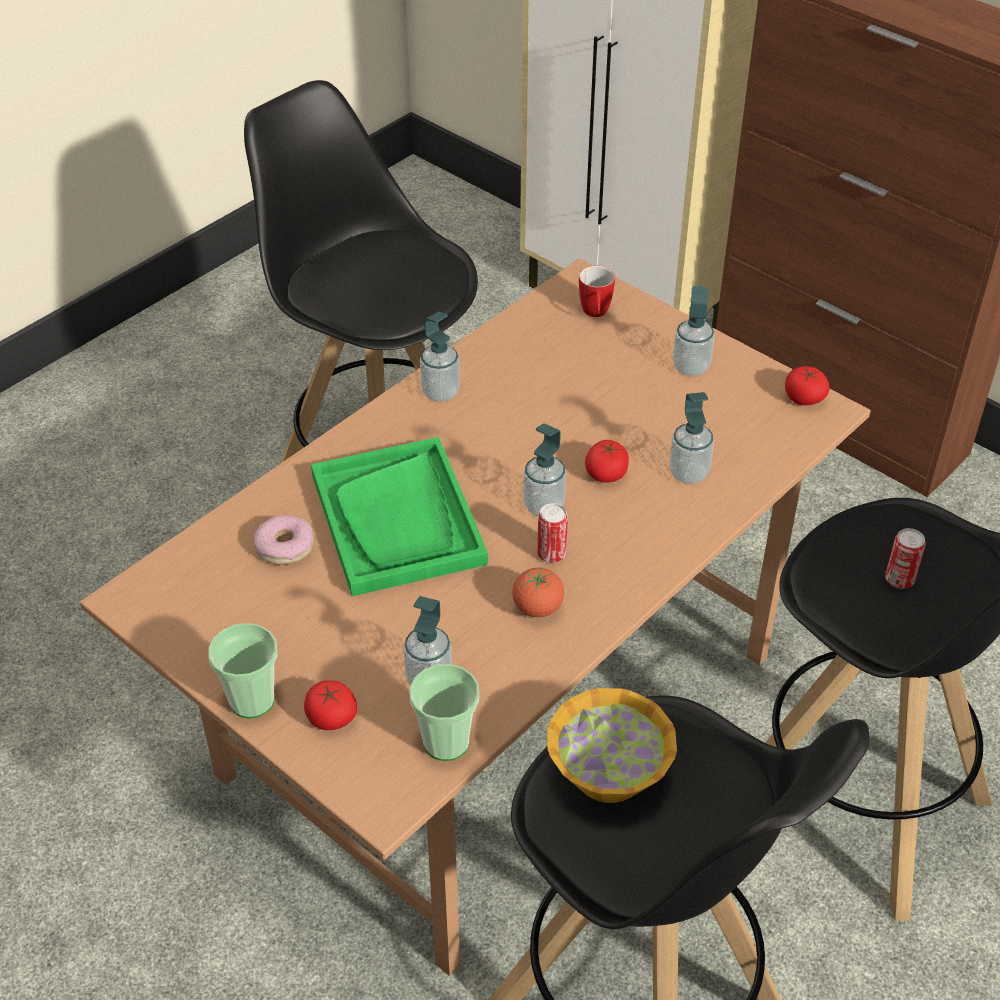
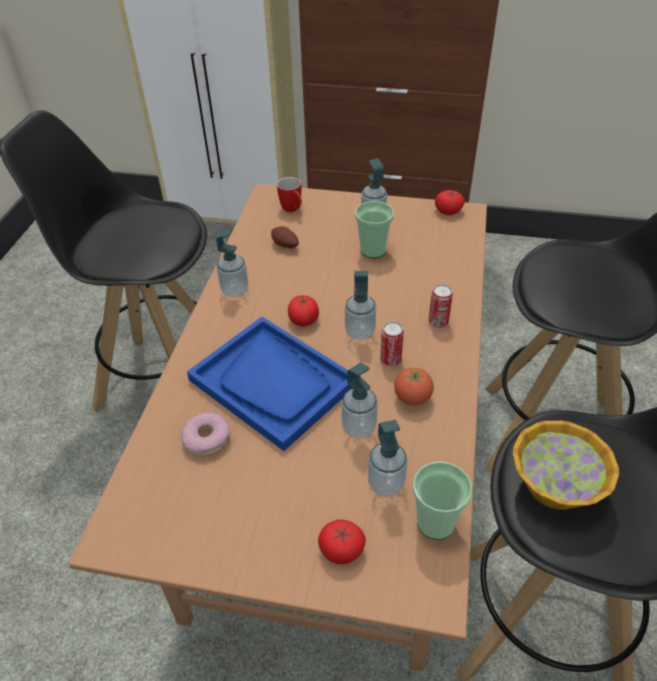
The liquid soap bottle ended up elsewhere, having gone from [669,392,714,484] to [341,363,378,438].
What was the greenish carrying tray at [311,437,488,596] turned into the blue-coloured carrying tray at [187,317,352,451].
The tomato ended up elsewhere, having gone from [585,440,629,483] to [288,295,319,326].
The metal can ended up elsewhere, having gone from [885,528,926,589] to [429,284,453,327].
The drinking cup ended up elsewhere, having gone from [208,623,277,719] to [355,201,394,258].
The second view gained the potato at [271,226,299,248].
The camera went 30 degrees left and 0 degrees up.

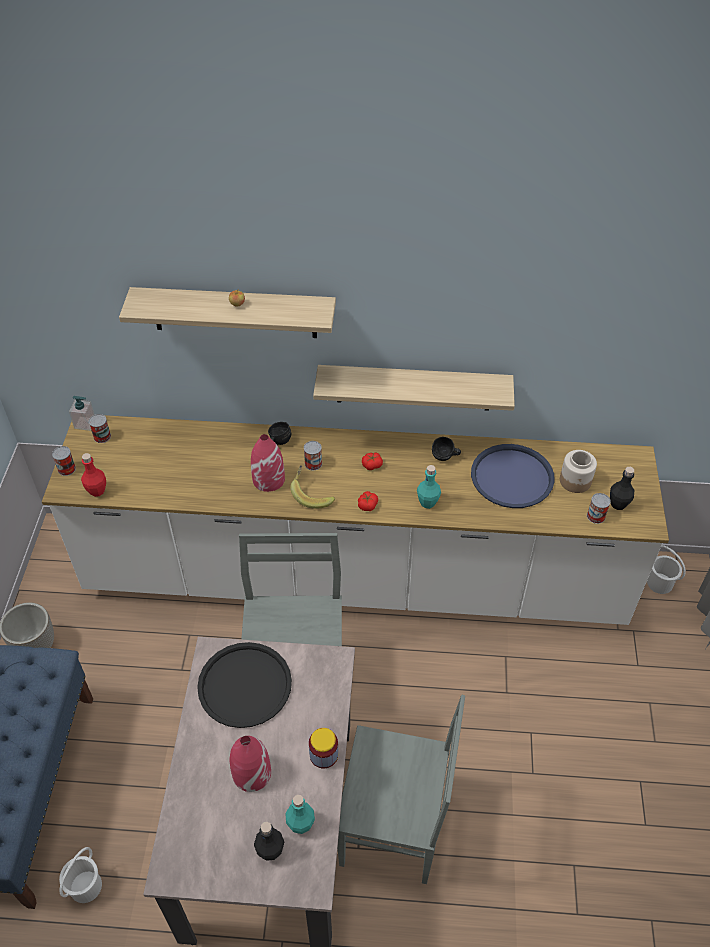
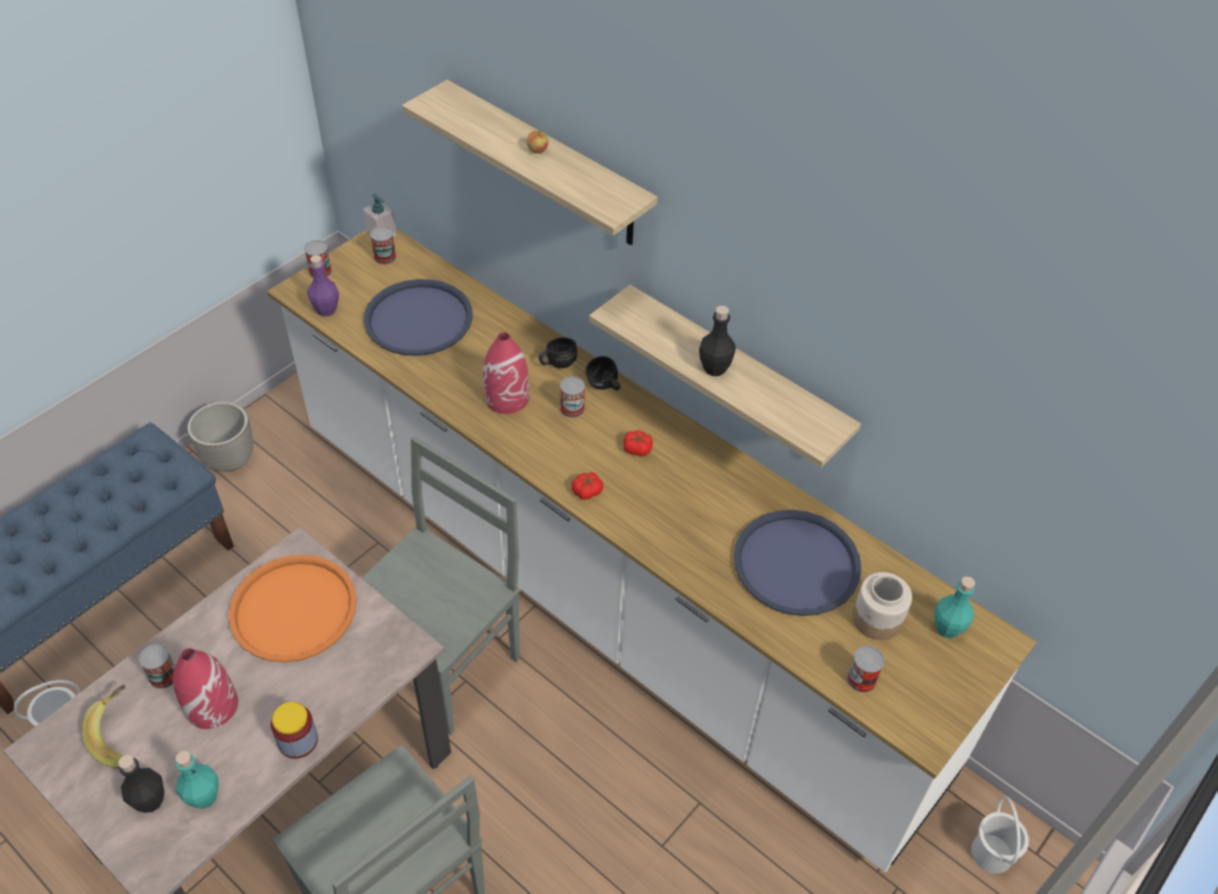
The blackish mug ended up elsewhere, having gone from [432,437,461,461] to [585,356,620,391].
What was the reddish beverage bottle at [81,453,106,497] turned into the purple-coloured beverage bottle at [307,255,339,317].
The banana fruit ended up elsewhere, having gone from [290,465,335,509] to [82,685,126,769].
The blue-green beverage bottle ended up elsewhere, having gone from [417,465,441,509] to [934,576,975,638].
The blackish beverage bottle ended up elsewhere, having gone from [610,467,634,510] to [699,306,736,376].
What was the blackish carrying tray at [197,642,292,728] turned into the orange carrying tray at [228,555,357,662].
The second view gained the blue-coloured carrying tray at [364,279,473,356].
The second view gained the metal can at [139,644,175,689].
The camera went 35 degrees right and 0 degrees up.

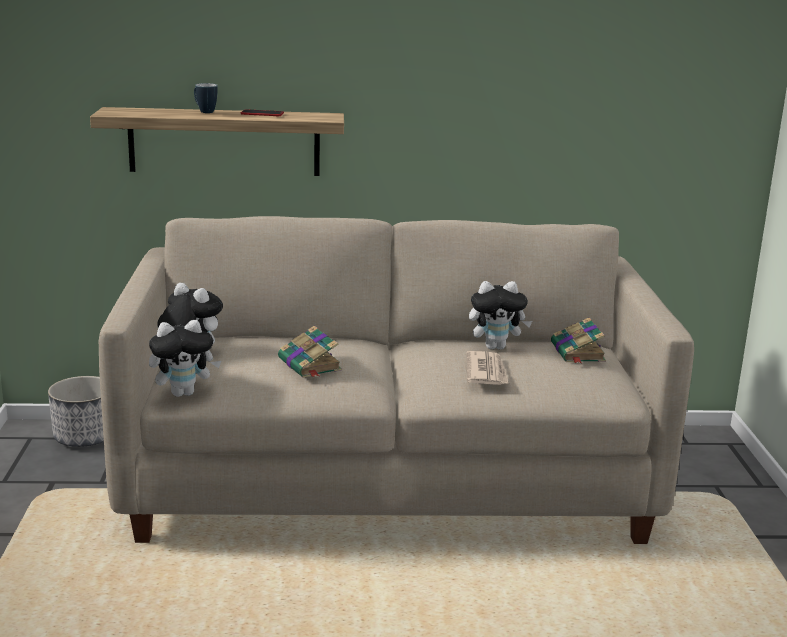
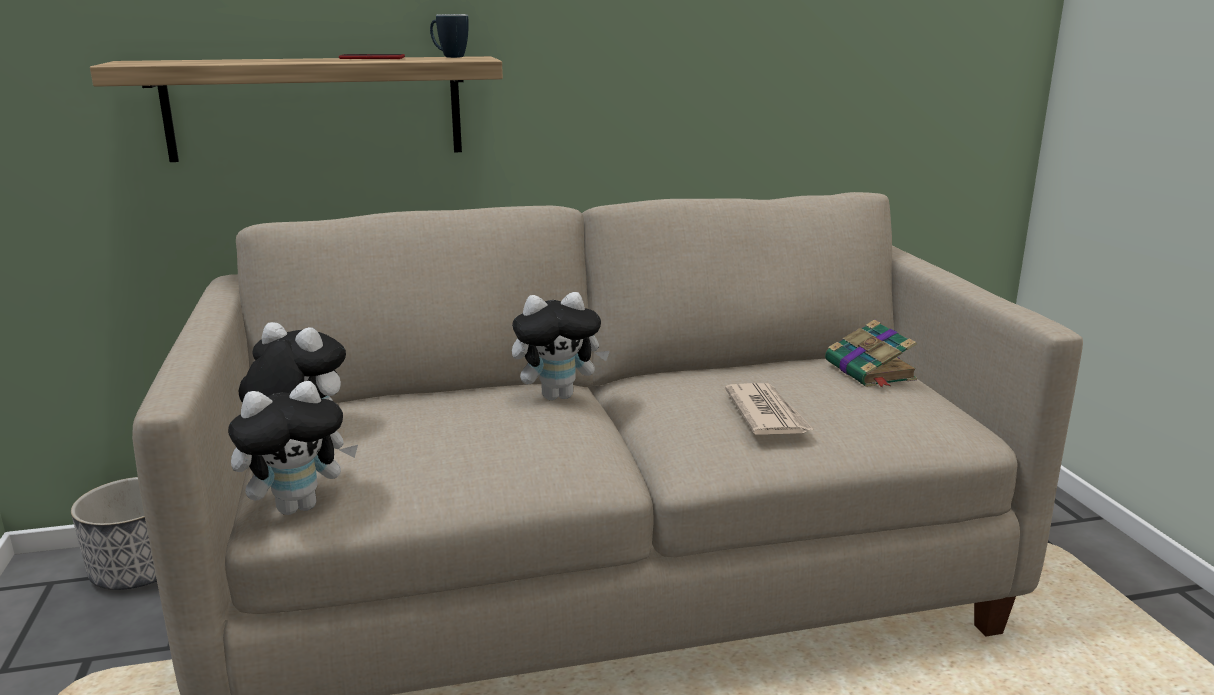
The mug ended up elsewhere, having gone from [194,83,218,113] to [430,14,469,58].
The soft toy ended up elsewhere, having gone from [469,281,532,350] to [512,292,610,400].
The second view lost the volume at [278,326,342,378].
The camera went 10 degrees left and 0 degrees up.

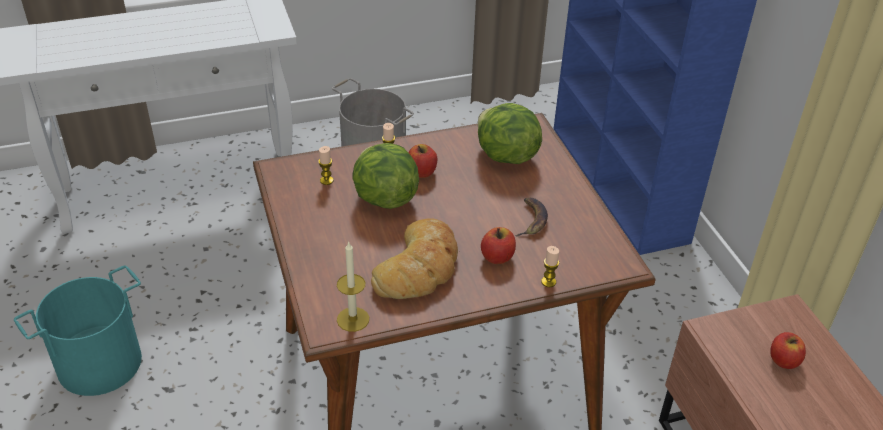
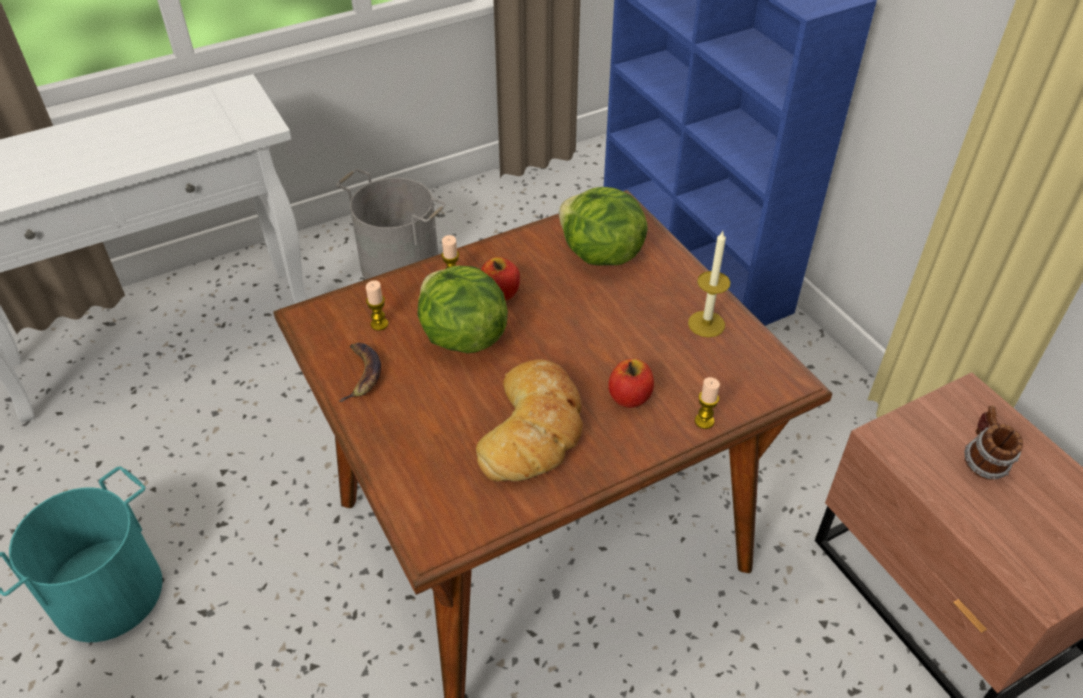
The banana fruit ended up elsewhere, having gone from [515,198,548,237] to [339,343,381,402].
The wax candle ended up elsewhere, having gone from [337,242,369,332] to [688,231,730,337].
Where the apple fruit stood at [770,332,806,369], the mug came to stand at [965,405,1023,480].
The camera went 10 degrees left and 5 degrees up.

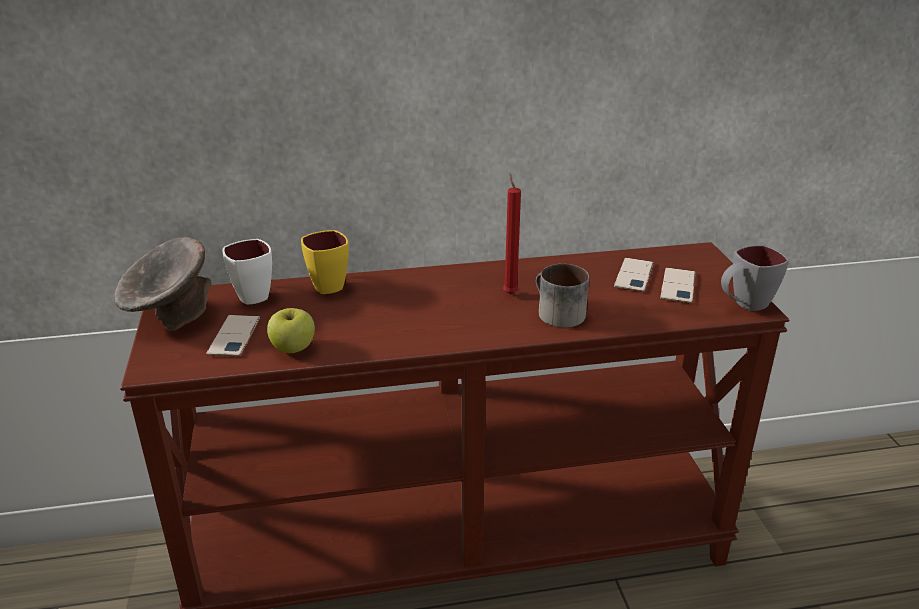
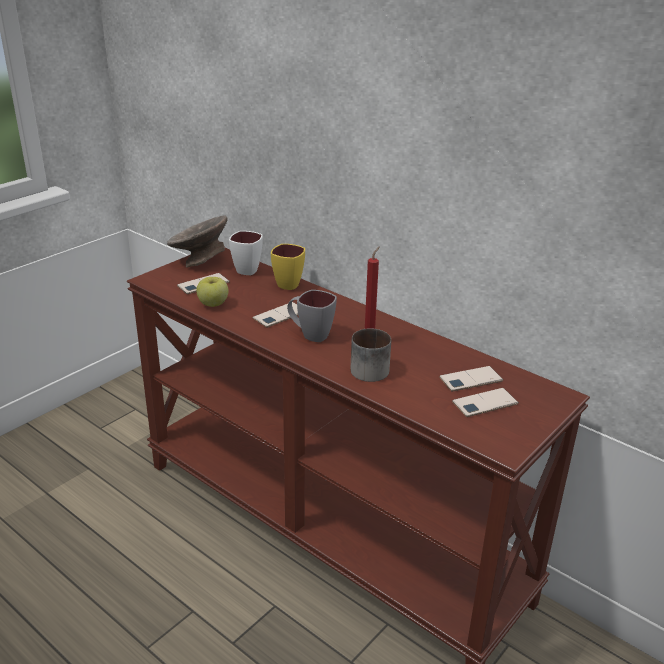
The grey mug ended up elsewhere, having gone from [721,245,789,311] to [287,290,337,342].
The second view gained the handset at [253,302,298,328].
The camera went 50 degrees right and 0 degrees up.

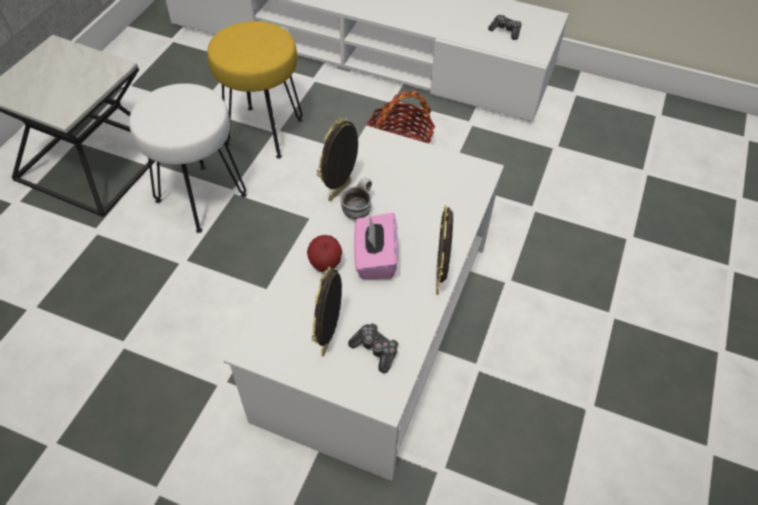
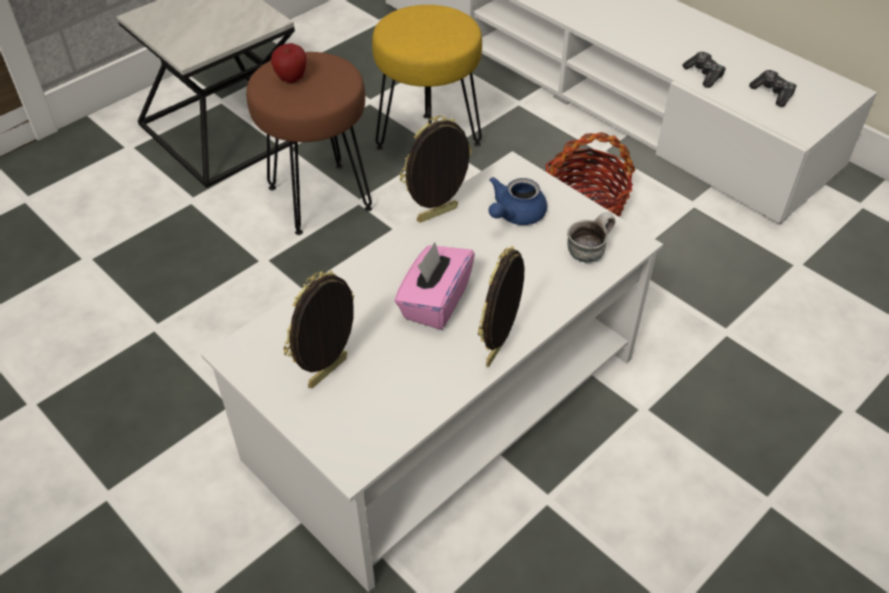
What was the white sitting stool at [129,83,247,233] turned into the brown sitting stool at [246,52,372,235].
The mug ended up elsewhere, having gone from [340,178,372,219] to [567,212,616,262].
The apple fruit ended up elsewhere, having gone from [307,235,342,272] to [271,43,307,83].
The joypad ended up elsewhere, having gone from [348,323,398,373] to [682,52,726,88].
The second view gained the blue-coloured tea pot at [488,177,547,225].
The camera went 25 degrees right and 5 degrees down.

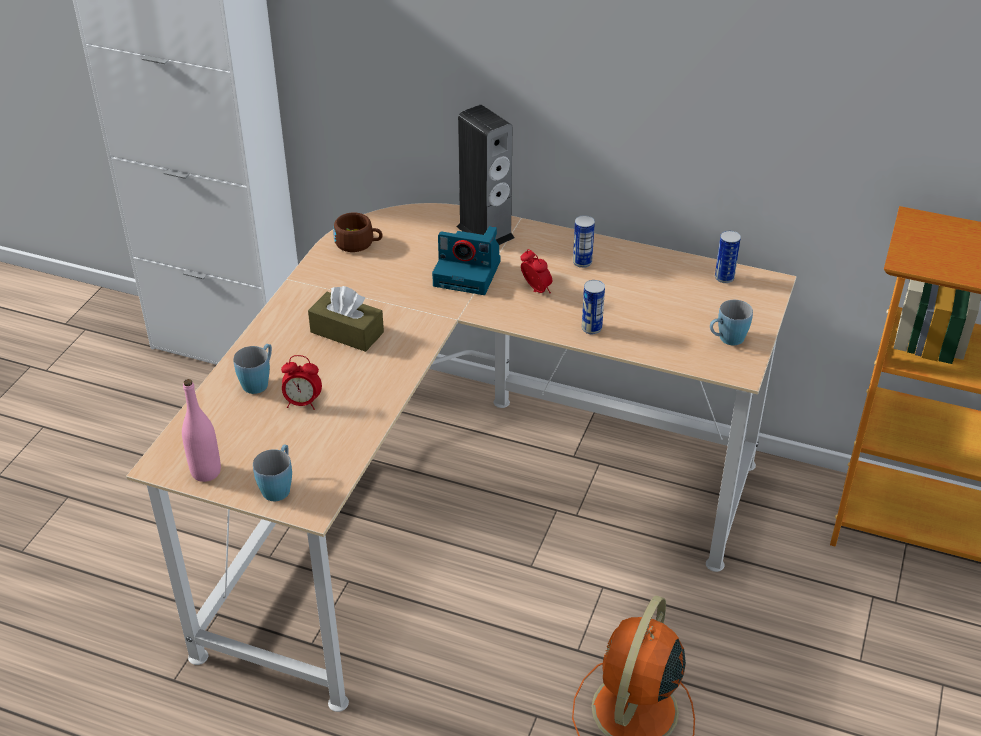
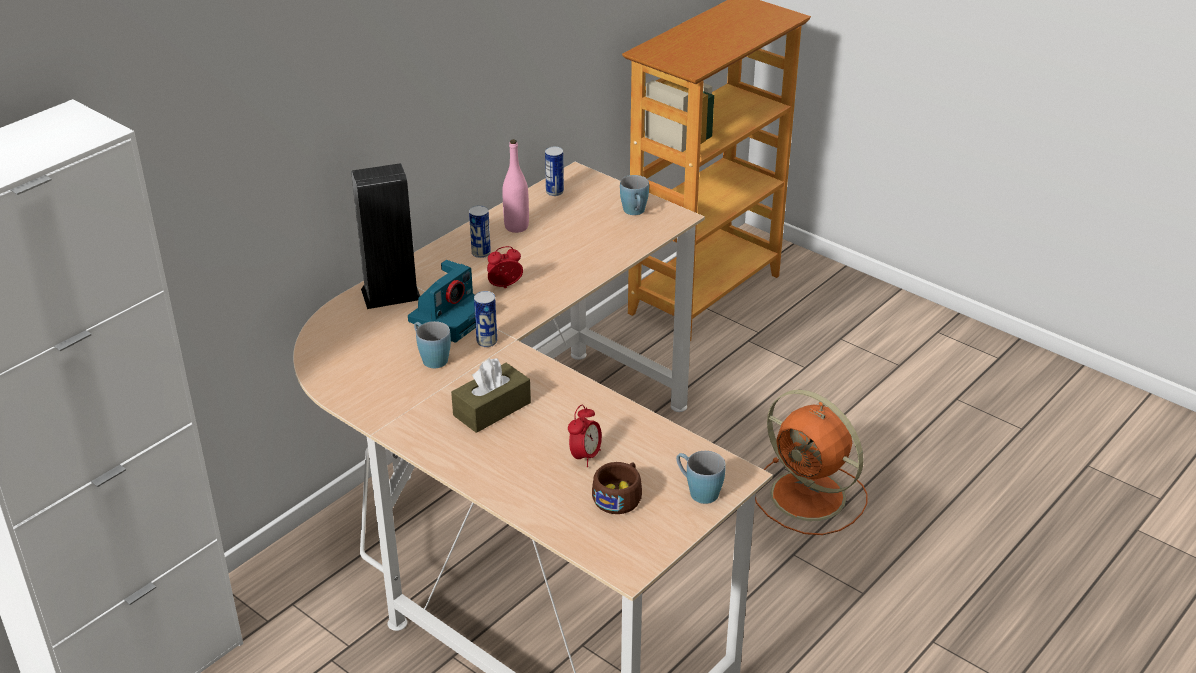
The brown drinking cup ended up elsewhere, having gone from [334,212,383,252] to [592,462,642,514].
The metal can ended up elsewhere, having gone from [582,280,605,334] to [474,291,497,347].
The blue-coloured mug ended up elsewhere, having gone from [233,344,272,394] to [414,321,451,368].
The pink-coloured beverage bottle ended up elsewhere, having gone from [182,379,221,482] to [502,139,529,233].
The camera went 70 degrees left and 5 degrees down.

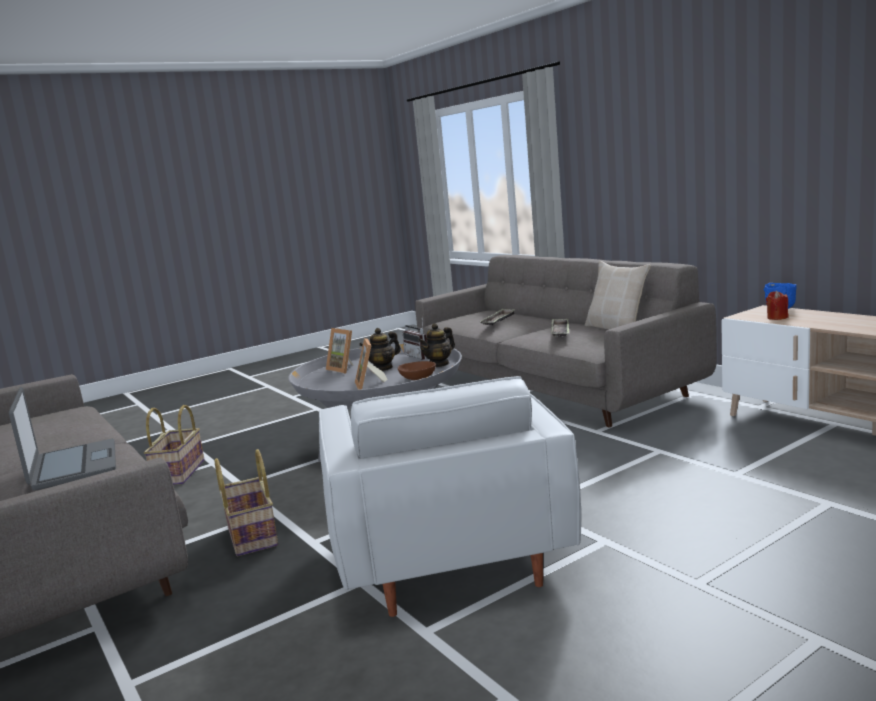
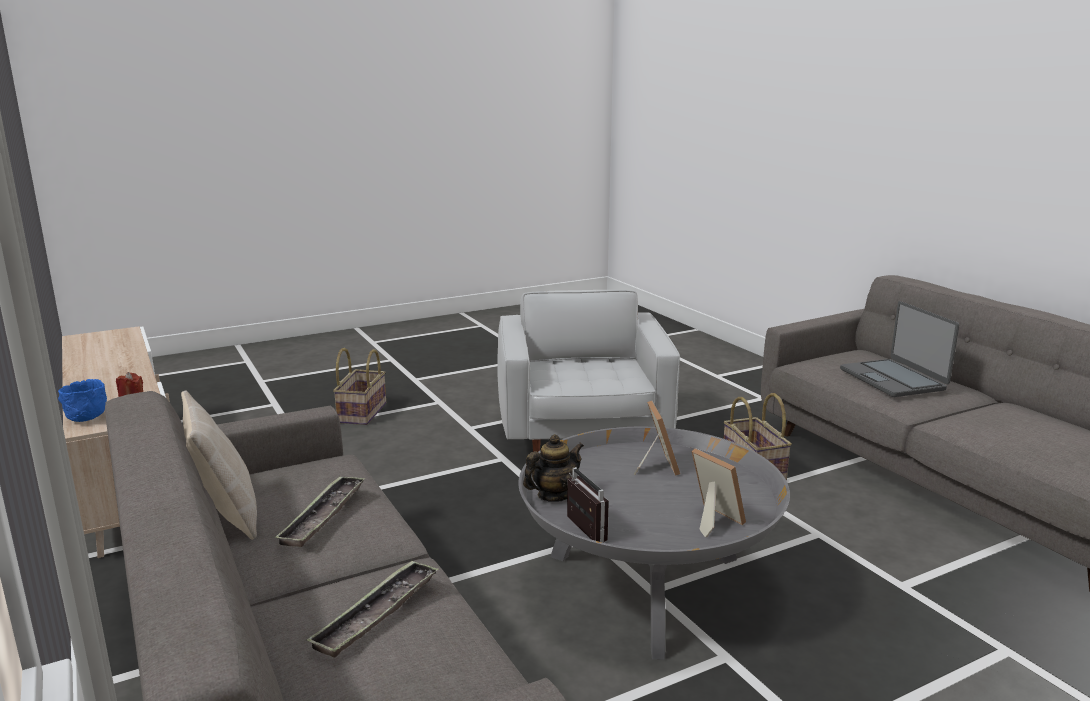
The second view lost the tea pot at [359,328,401,371].
The second view lost the brown deep dish at [398,361,436,380].
The basket ended up elsewhere, having gone from [144,405,205,485] to [333,348,386,425].
The camera went 175 degrees left and 5 degrees up.

